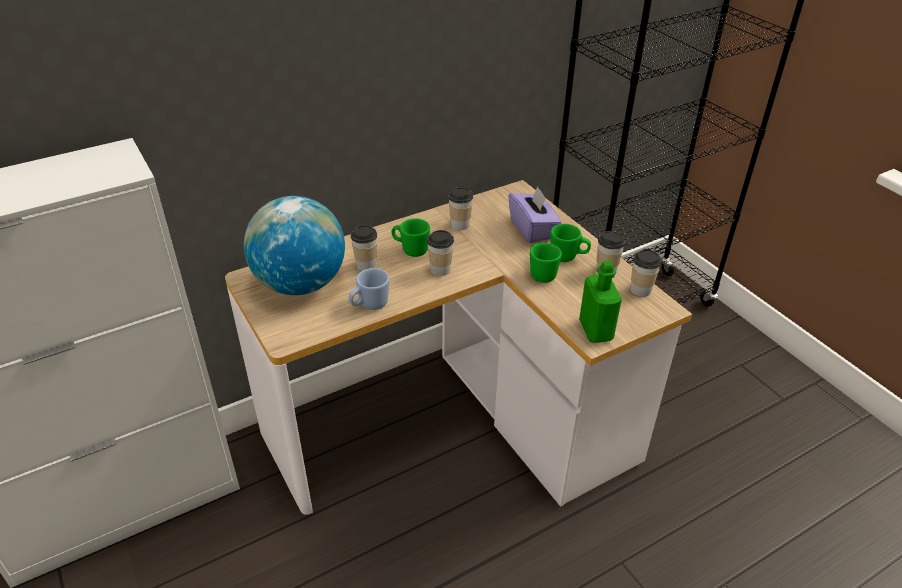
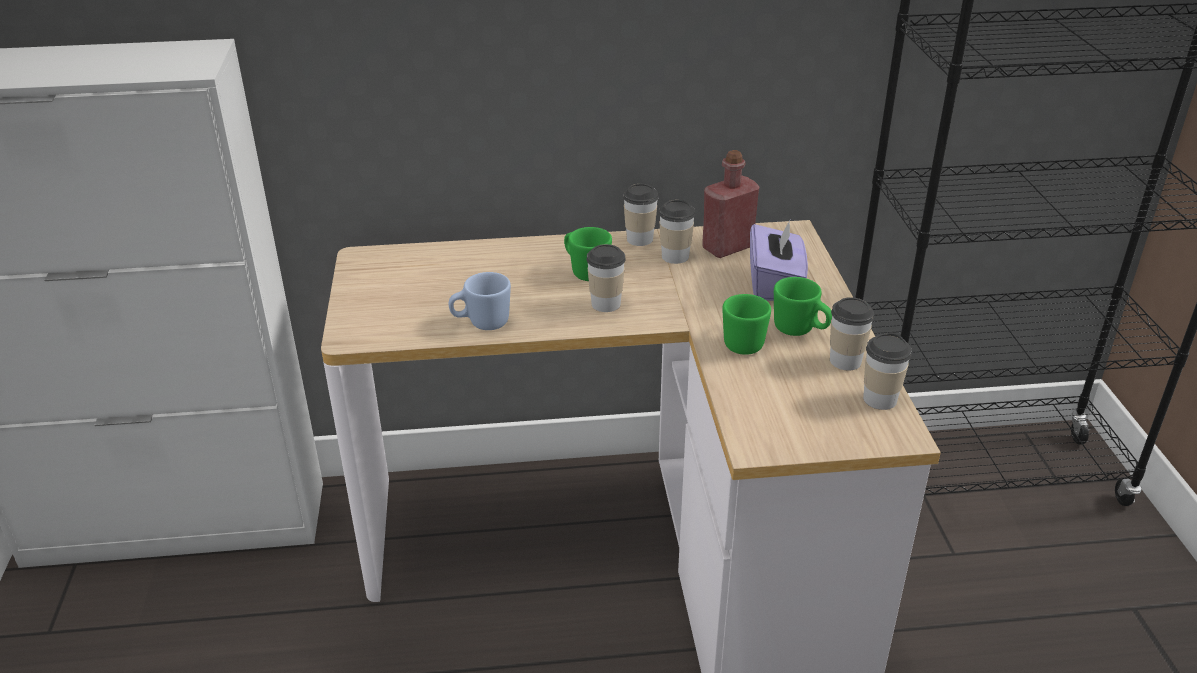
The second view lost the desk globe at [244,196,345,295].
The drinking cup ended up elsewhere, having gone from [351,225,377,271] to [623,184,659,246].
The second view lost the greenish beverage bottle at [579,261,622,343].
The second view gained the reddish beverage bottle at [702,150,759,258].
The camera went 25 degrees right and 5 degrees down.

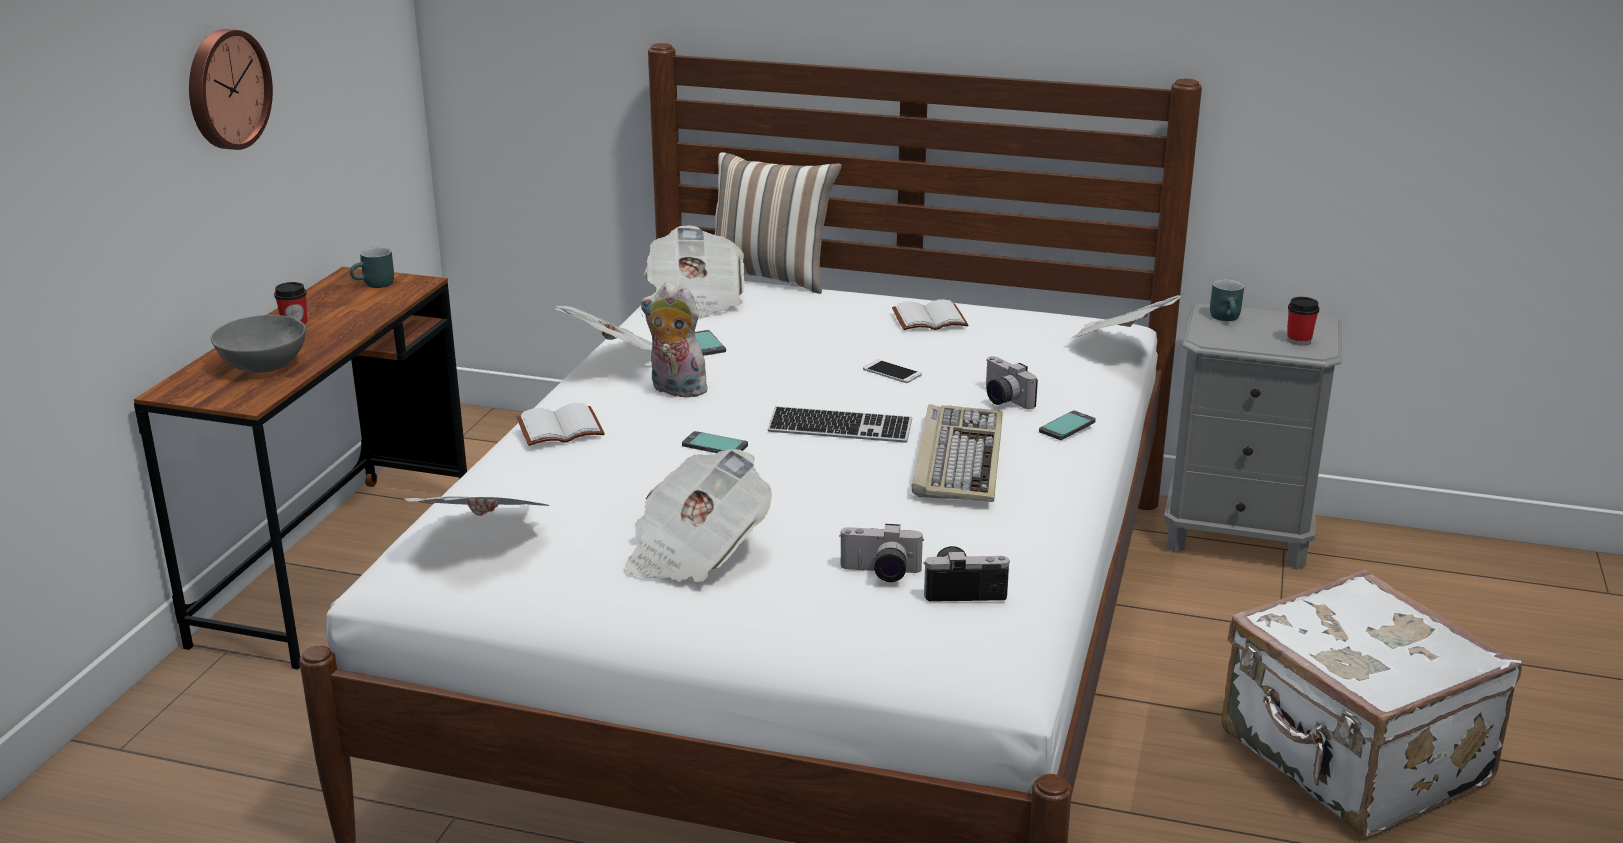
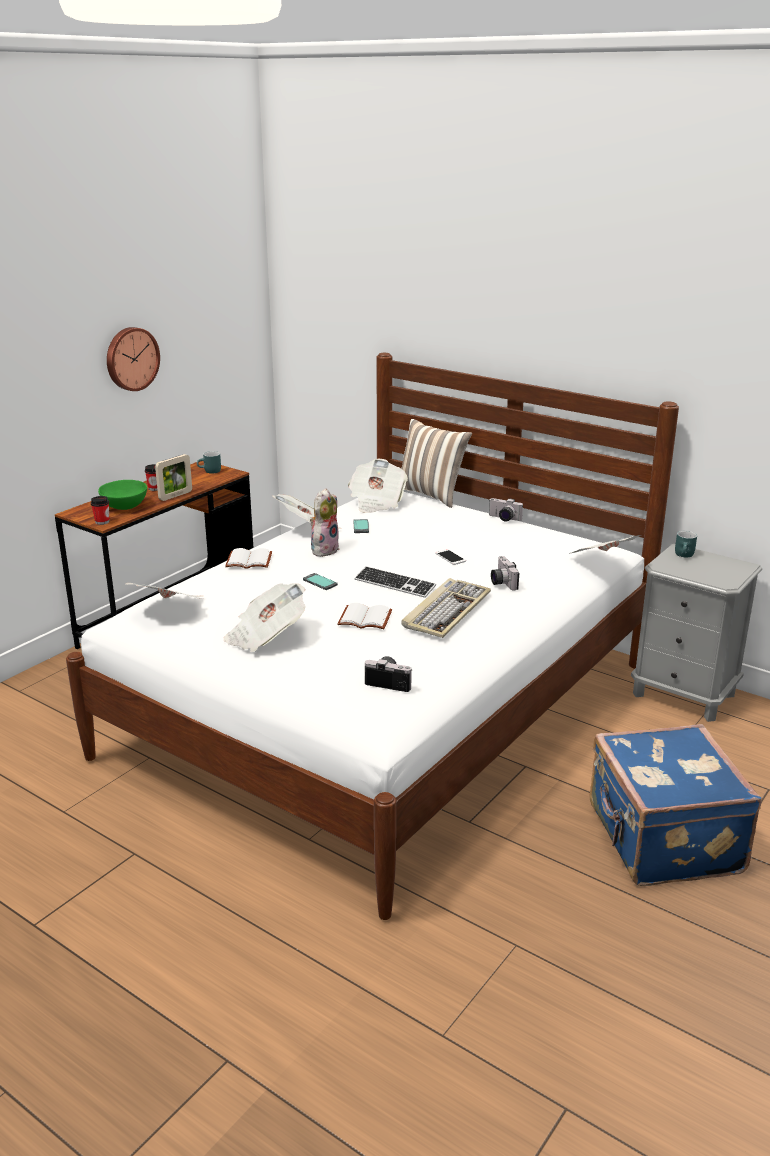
The soft toy at [641,282,712,398] ended up facing another way, 75 degrees clockwise from before.
The drinking cup ended up elsewhere, having gone from [1287,297,1319,346] to [91,496,109,525].
The white volume ended up elsewhere, having gone from [892,299,968,330] to [338,603,392,629].
What was the grey deep dish at [211,315,306,373] turned into the greenish deep dish at [98,480,147,510].
The second view lost the handset at [1039,411,1096,440].
The photo camera ended up elsewhere, having gone from [839,524,924,582] to [489,498,523,522].
What was the white travel case at [1221,570,1522,838] turned into the blue-coloured travel case at [590,724,762,886].
The second view gained the photo frame at [155,454,192,501].
The camera went 20 degrees right and 0 degrees up.

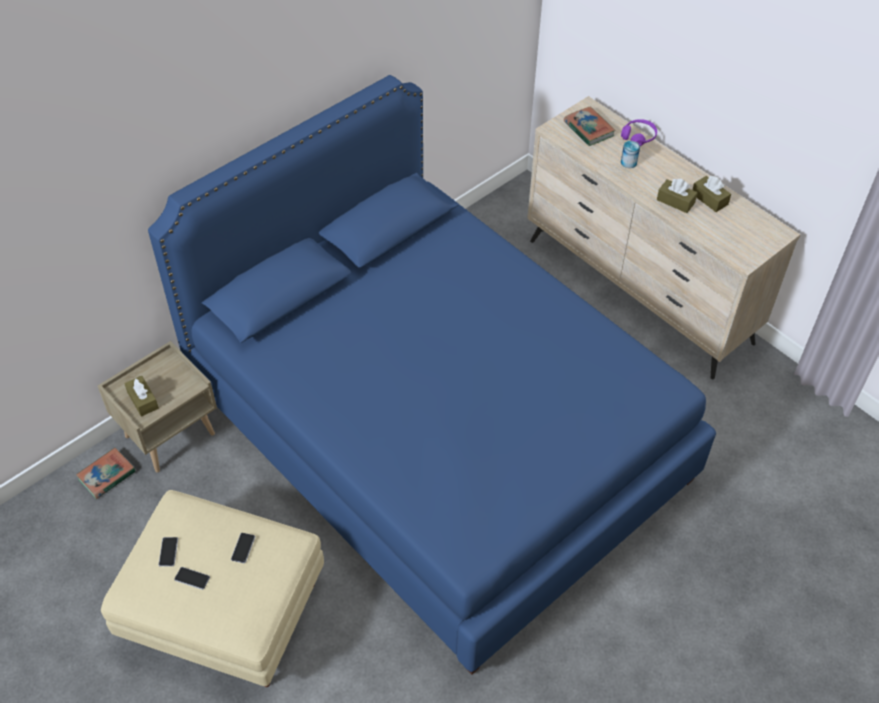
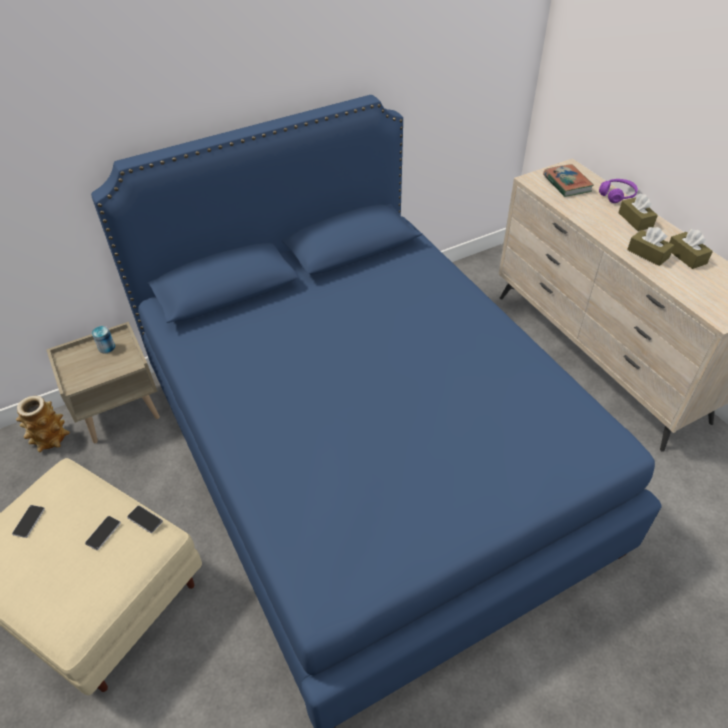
The metal can ended up elsewhere, having gone from [621,141,640,168] to [92,326,115,353].
The brown box of tissues ended up elsewhere, having gone from [124,376,159,417] to [619,193,658,231].
Where the volume stood at [76,448,135,499], the flower vase came to stand at [16,396,70,452].
The handset ended up elsewhere, having gone from [174,567,210,590] to [127,505,163,533].
The camera went 15 degrees right and 5 degrees down.

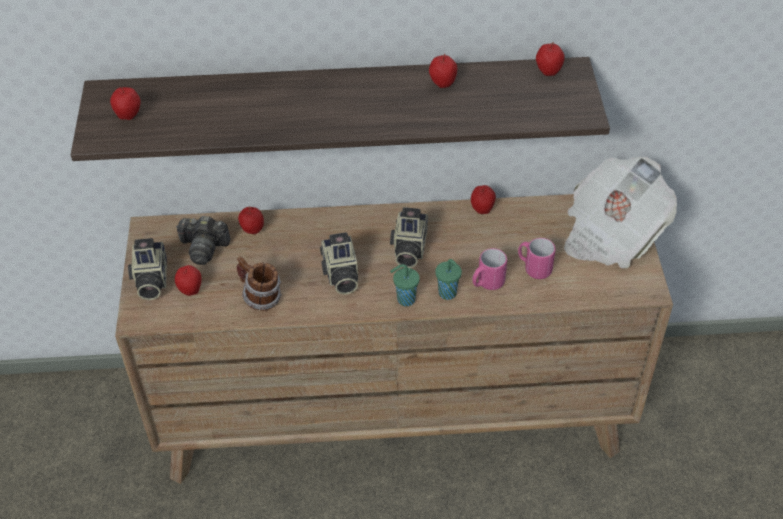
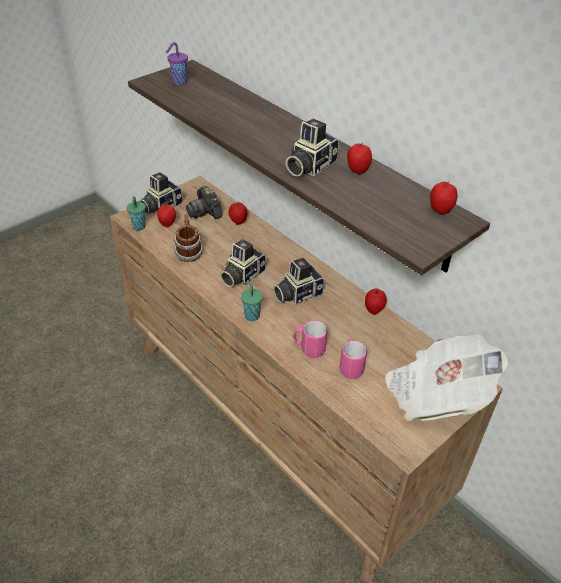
Where the apple fruit stood at [110,87,141,120], the purple-coloured drinking cup came to stand at [166,42,188,85].
The greenish drinking cup ended up elsewhere, having gone from [435,259,462,300] to [126,196,146,230].
The second view gained the photo camera at [286,119,339,177].
The camera went 50 degrees right and 5 degrees down.

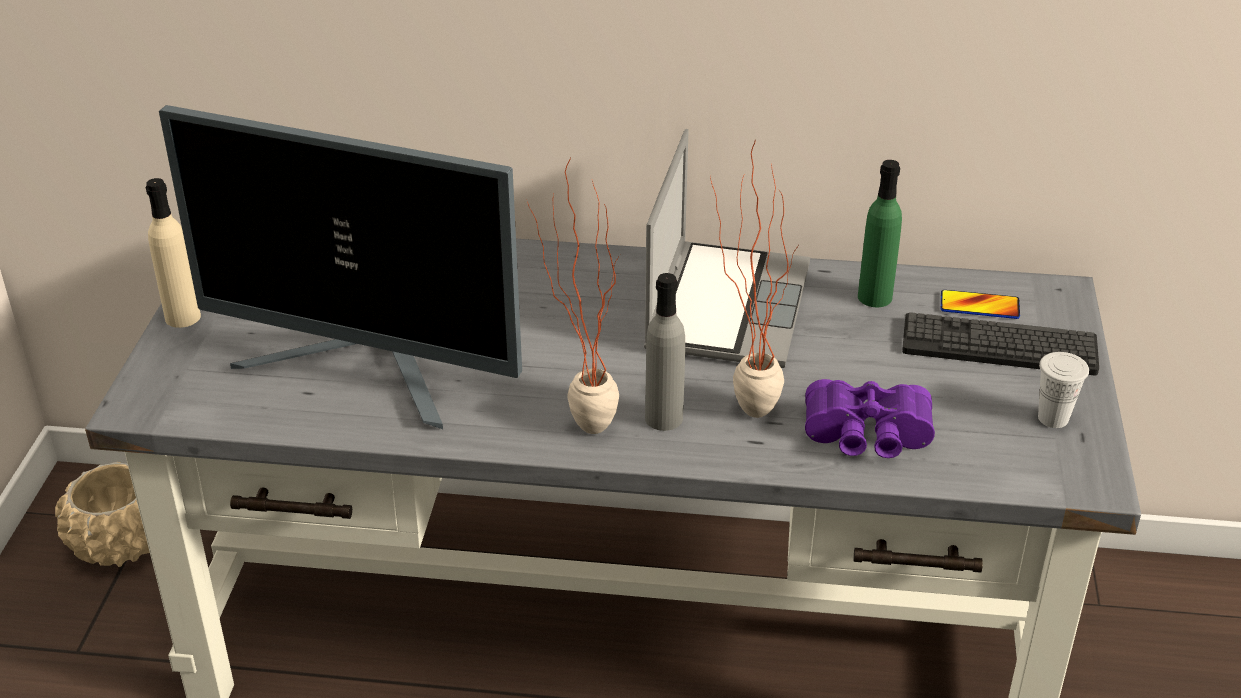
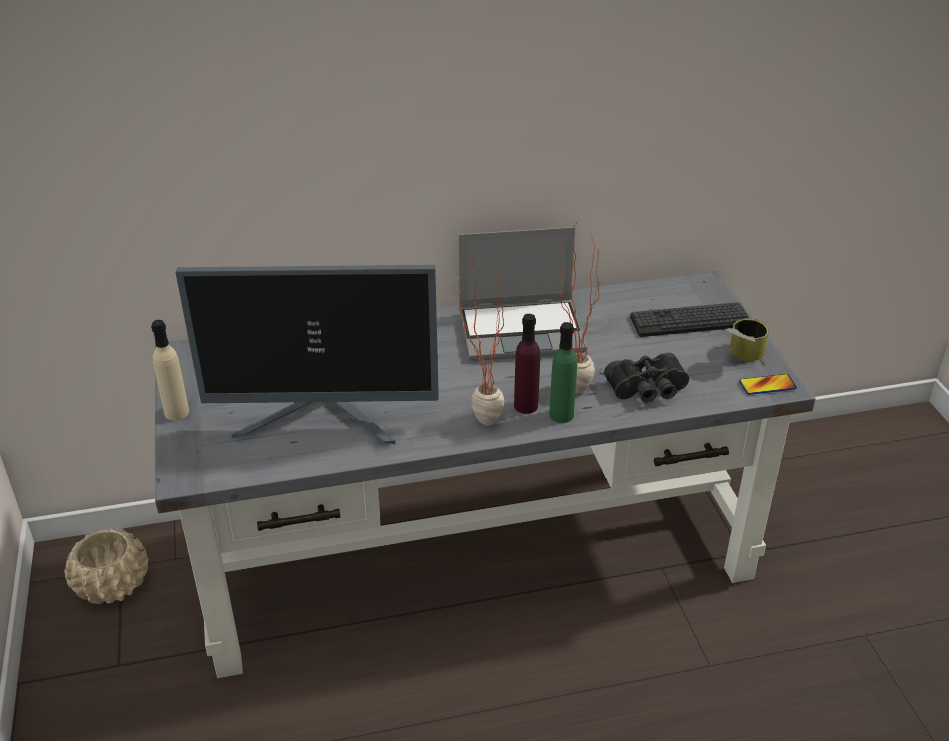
The laptop at [644,129,810,368] ended up facing another way, 90 degrees clockwise from before.
The greenish beverage bottle ended up elsewhere, having gone from [858,160,902,307] to [549,322,577,423].
What was the grey beverage bottle at [645,273,685,431] turned into the purple-coloured beverage bottle at [514,314,540,414].
The handset ended up elsewhere, having gone from [941,290,1020,319] to [739,374,797,395].
Where the white drinking cup stood at [1038,352,1089,428], the metal can came to stand at [725,318,770,361].
What was the purple-coloured field glasses at [805,379,935,458] turned into the blackish field glasses at [604,353,689,403].
The camera went 20 degrees left and 0 degrees up.

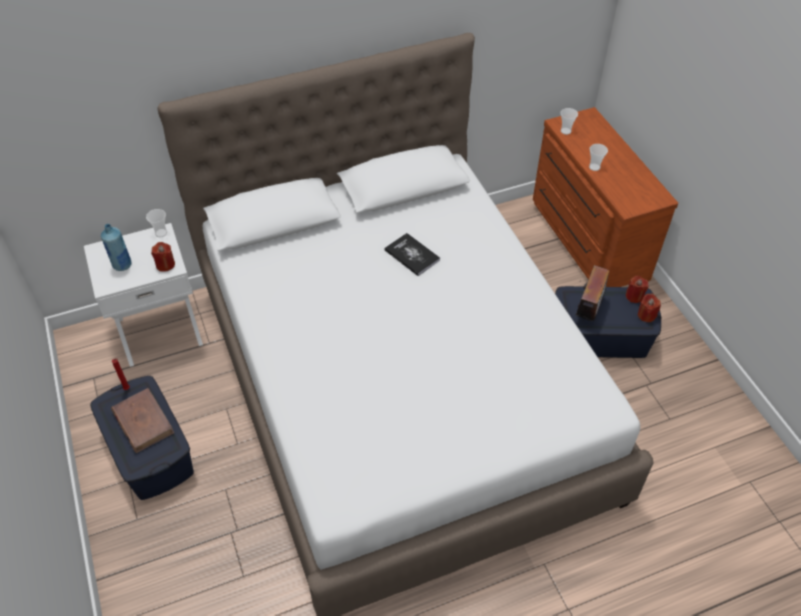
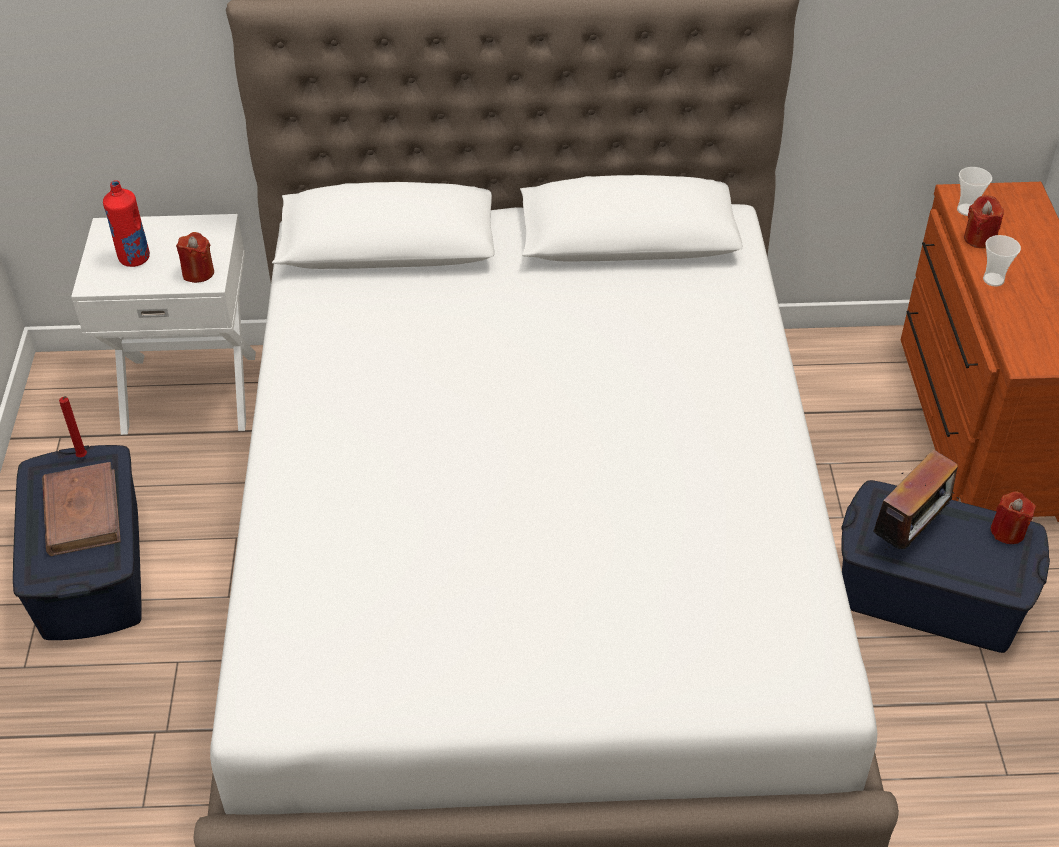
The second view lost the drinking cup at [146,209,167,237].
What was the blue-coloured beverage bottle at [101,224,131,271] turned into the reddish beverage bottle at [103,180,150,267].
The second view lost the volume at [384,233,440,276].
The reddish wax candle ended up elsewhere, having gone from [638,293,661,322] to [964,195,1004,248].
The camera went 20 degrees right and 5 degrees down.

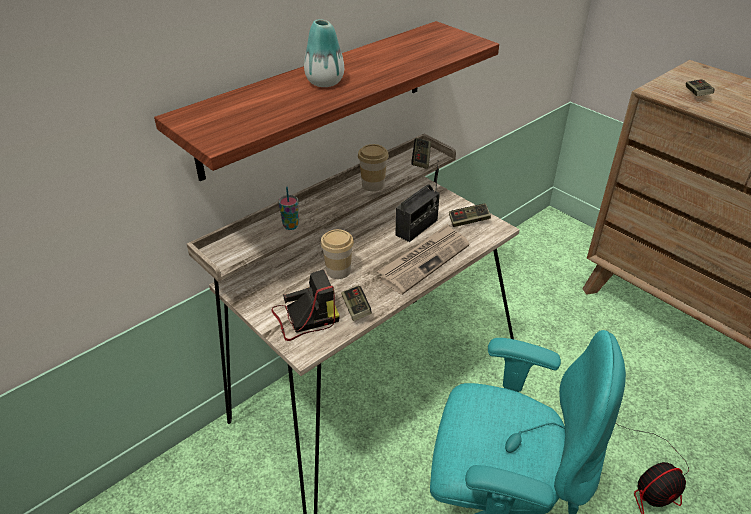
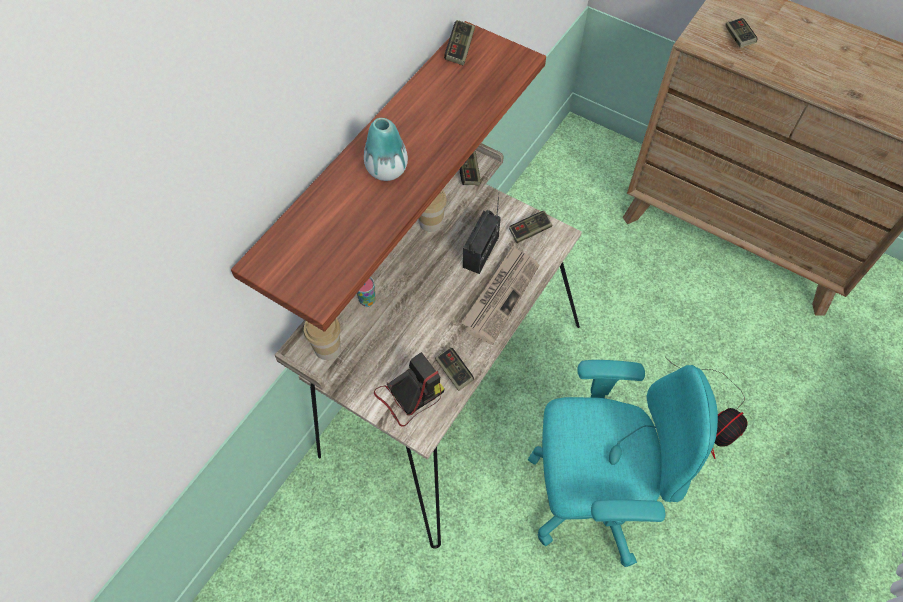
The drinking cup ended up elsewhere, having gone from [320,229,354,279] to [304,318,341,360].
The second view gained the joypad at [444,20,475,65].
The camera went 15 degrees left and 20 degrees up.

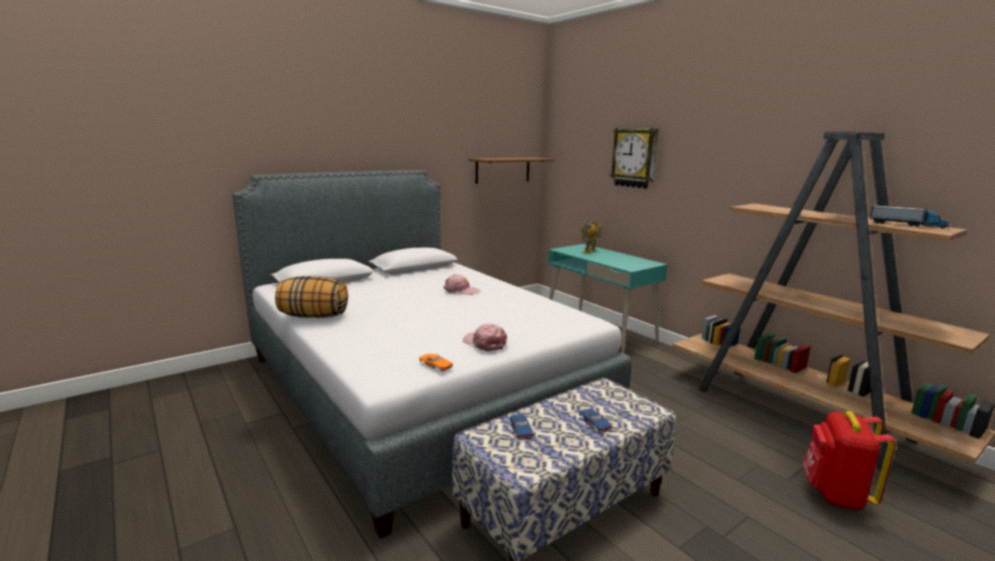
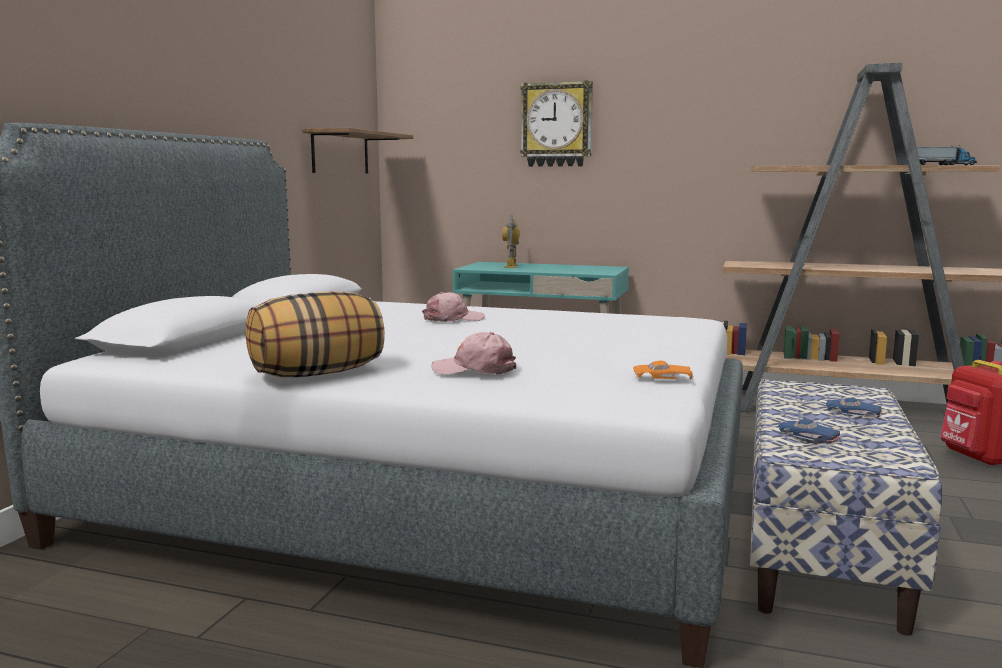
The pink-coloured peaked cap ended up elsewhere, having gone from [463,323,507,351] to [432,332,516,375].
The camera went 35 degrees left and 5 degrees down.

